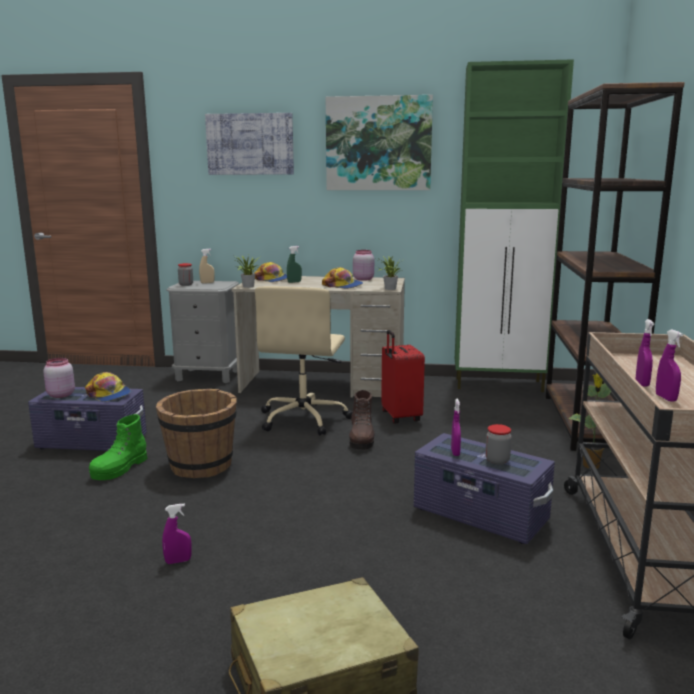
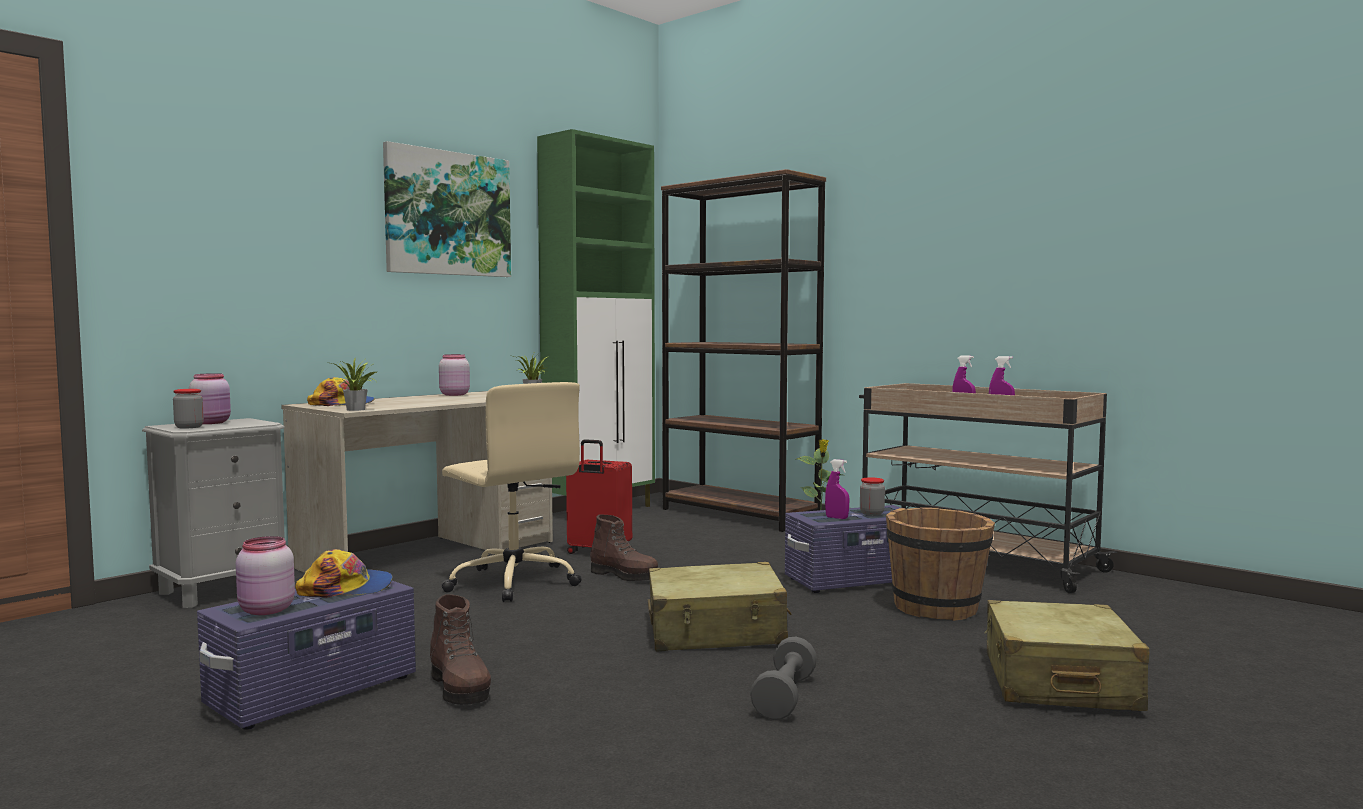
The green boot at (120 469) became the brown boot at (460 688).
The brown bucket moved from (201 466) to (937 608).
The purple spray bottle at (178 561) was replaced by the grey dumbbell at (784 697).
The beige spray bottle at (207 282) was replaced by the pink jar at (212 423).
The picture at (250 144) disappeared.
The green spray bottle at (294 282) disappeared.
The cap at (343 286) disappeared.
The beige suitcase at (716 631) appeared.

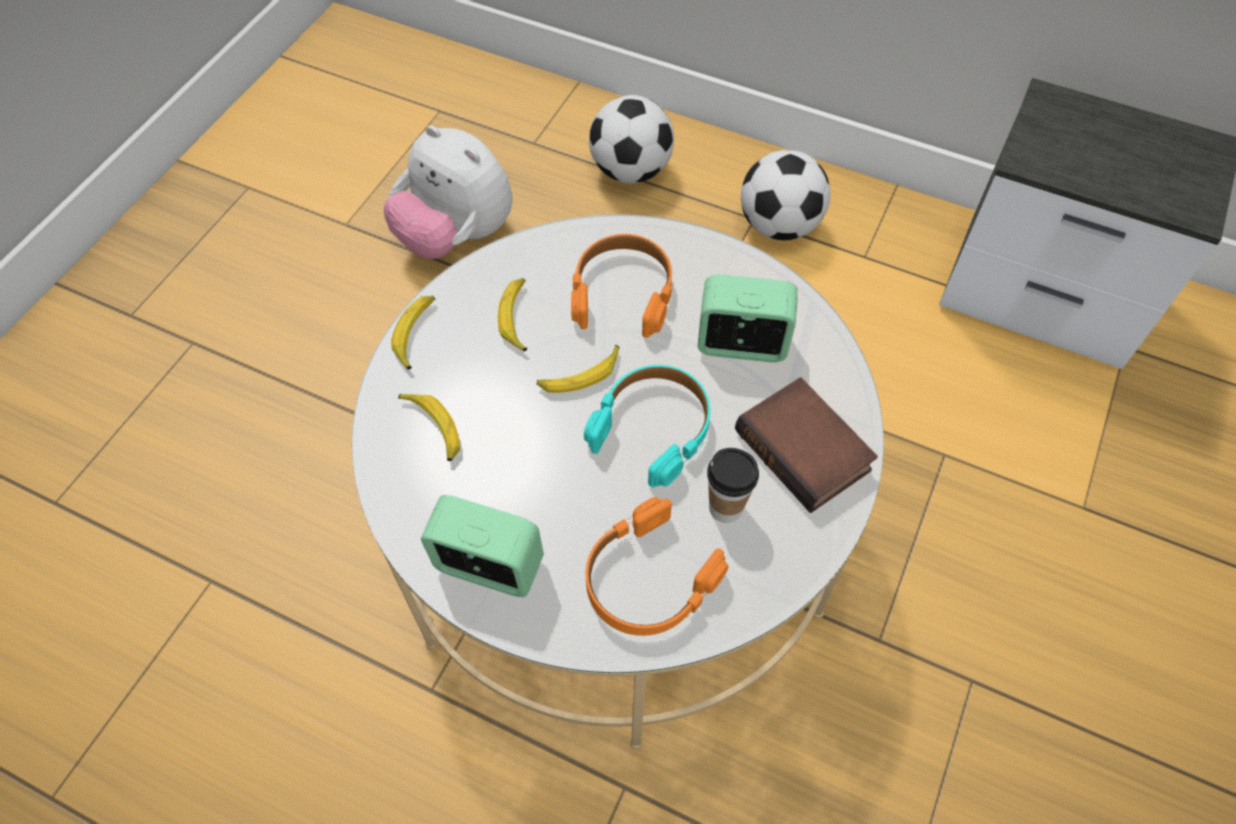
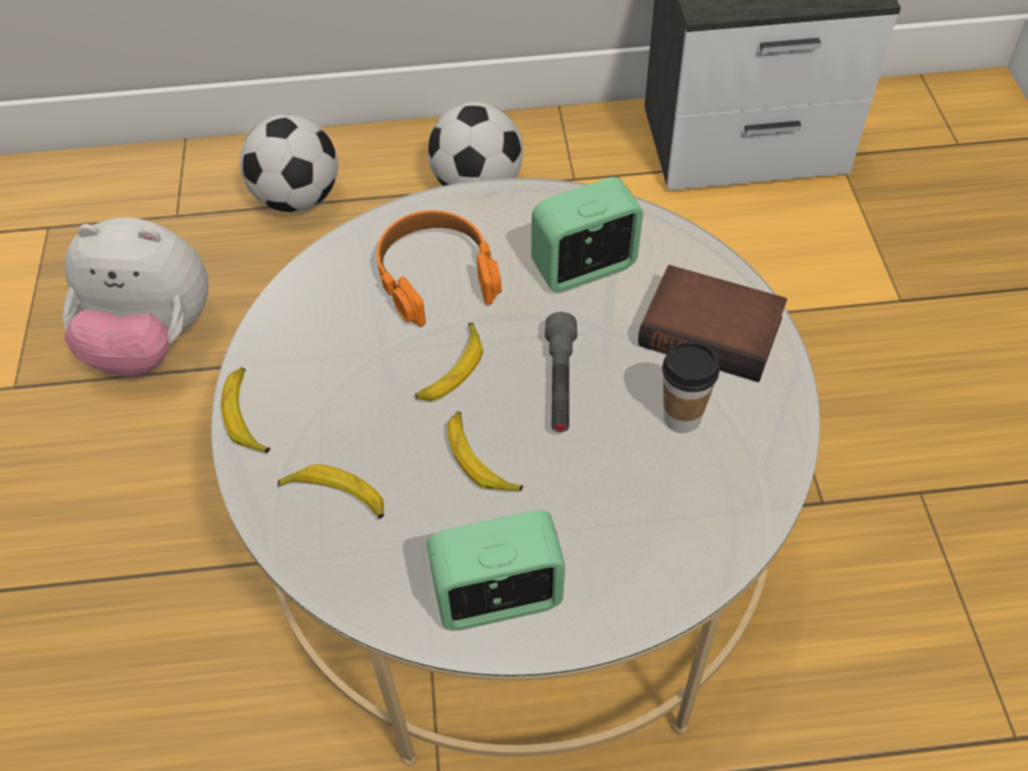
The banana moved from (517 318) to (480 459).
The turquoise headphones at (653 428) was replaced by the grey flashlight at (560 383).
The orange headphones at (648 579) disappeared.

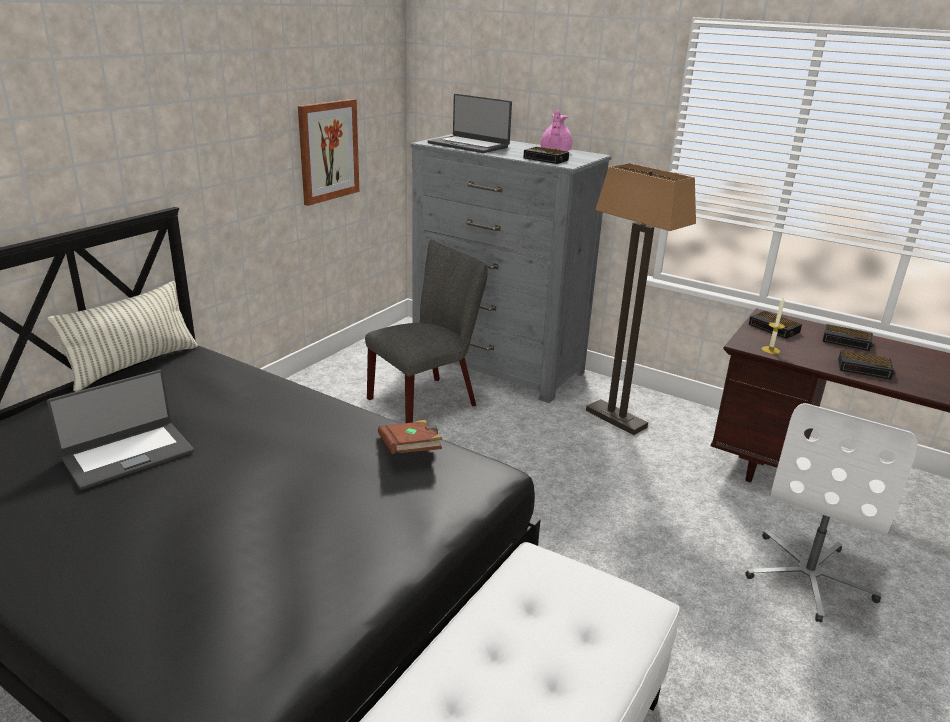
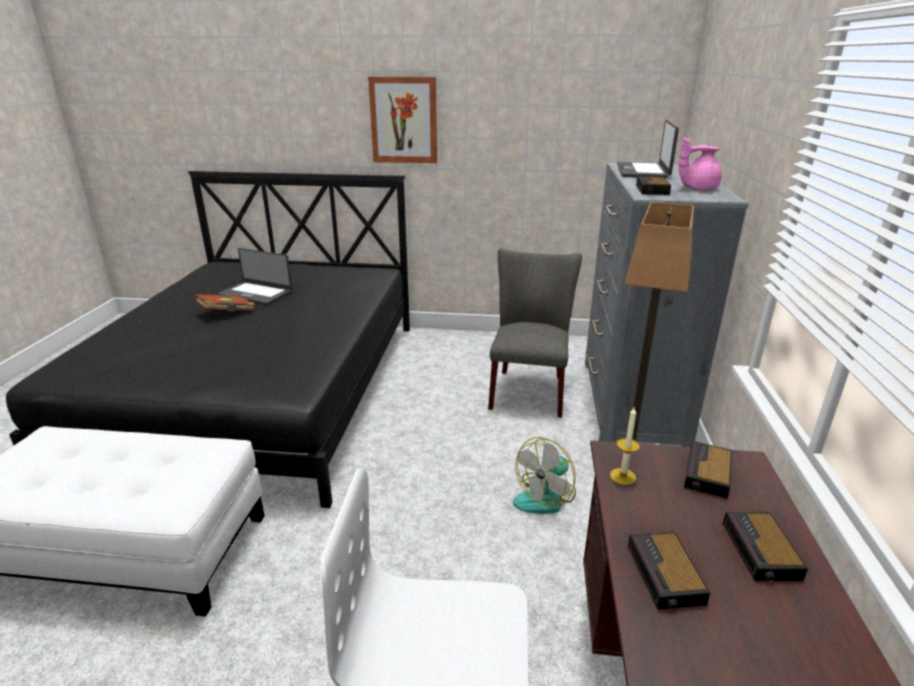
The pillow at (134 365) disappeared.
The picture moved from (328 151) to (404 120).
The grey chair at (428 400) turned 105 degrees counterclockwise.
The brown book moved from (410 450) to (227 312).
The fan at (545 497) appeared.

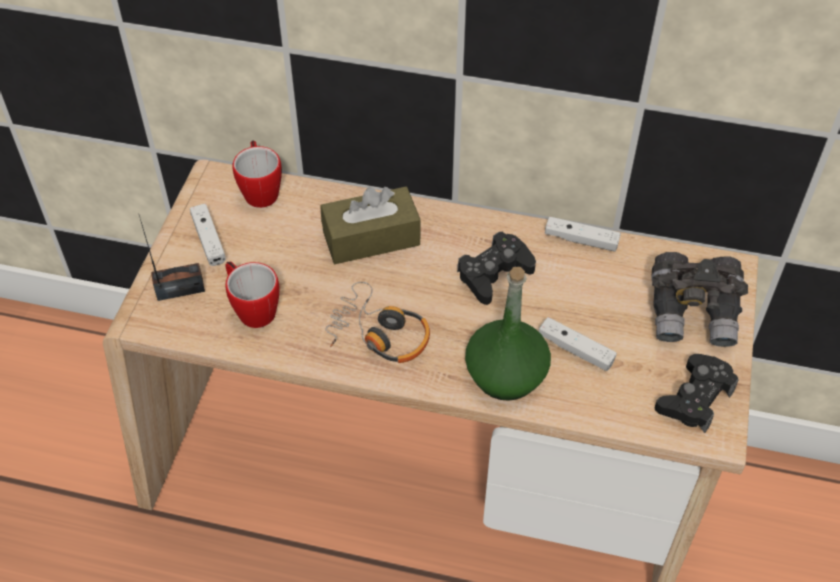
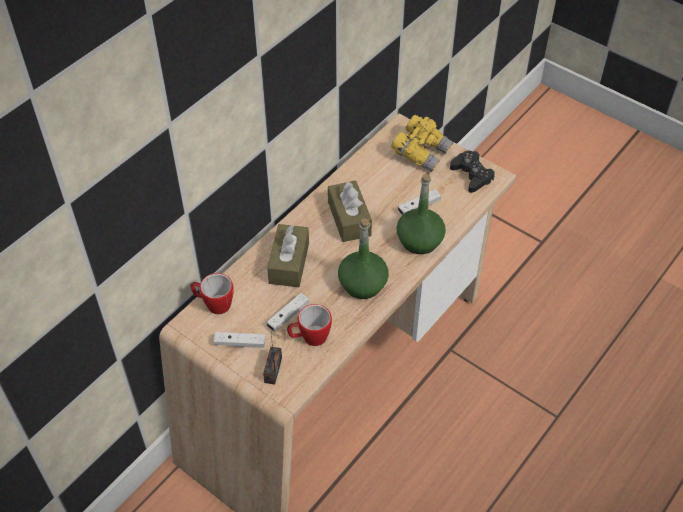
The headphones at (379 334) was replaced by the green bottle at (363 284).
The black game controller at (494 273) was replaced by the brown tissue box at (349 219).
The white game controller moved from (581 240) to (288 316).
The grey binoculars at (693 313) became the yellow binoculars at (421 152).

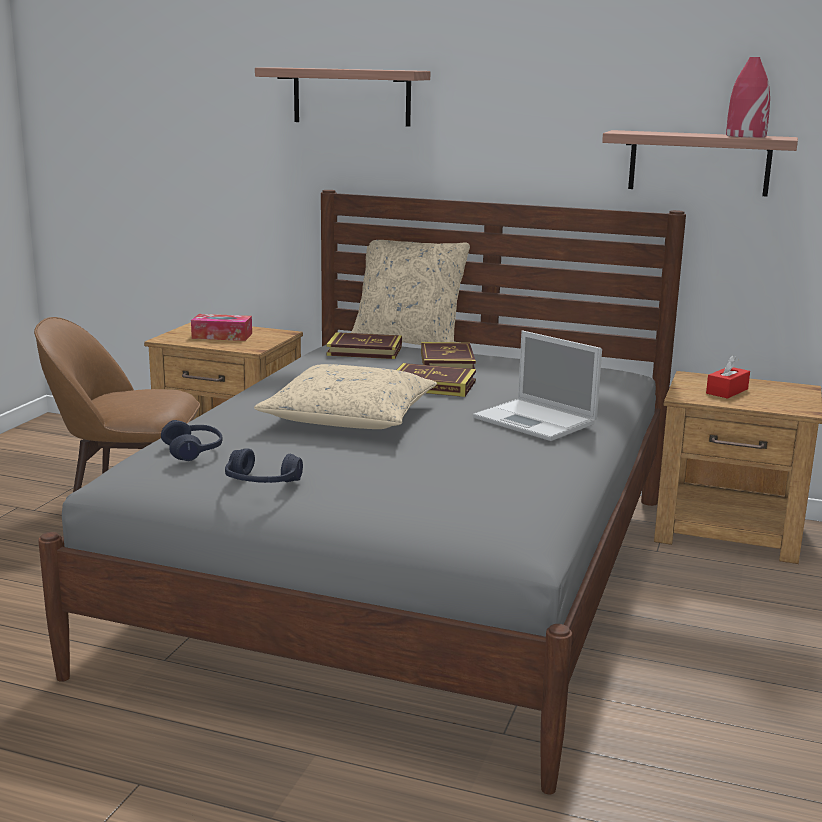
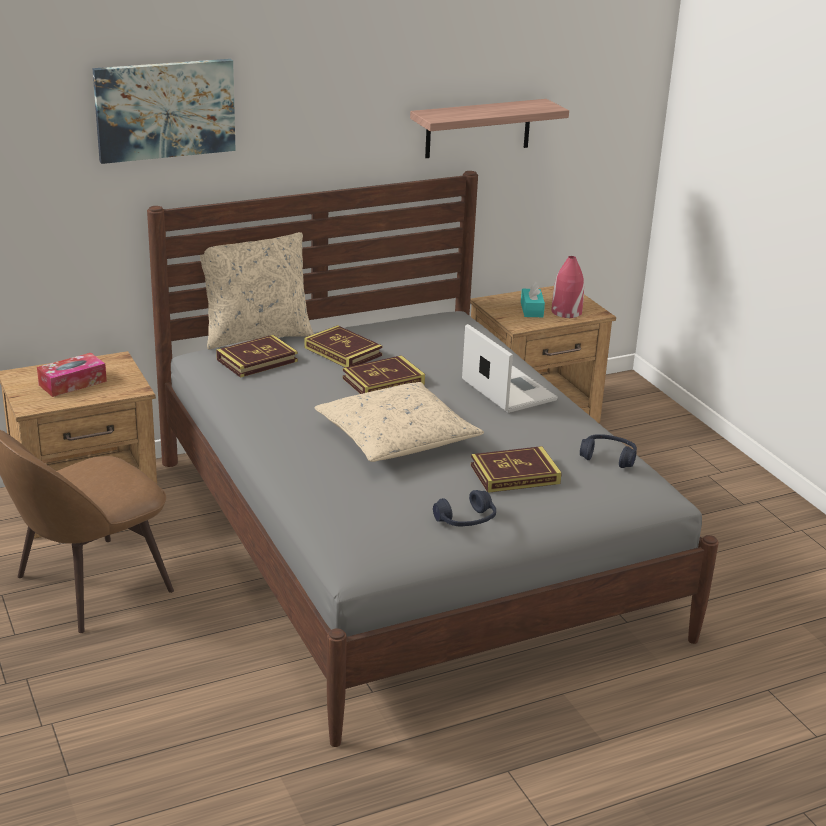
The blue headphones moved from (193 451) to (608 457).
The shelf at (351 96) was replaced by the picture at (165 109).
The laptop at (536 421) turned 120 degrees counterclockwise.
The red tissue box at (727 391) became the turquoise tissue box at (531 310).
The red vase moved from (745 136) to (566 312).
The book at (515 474) appeared.

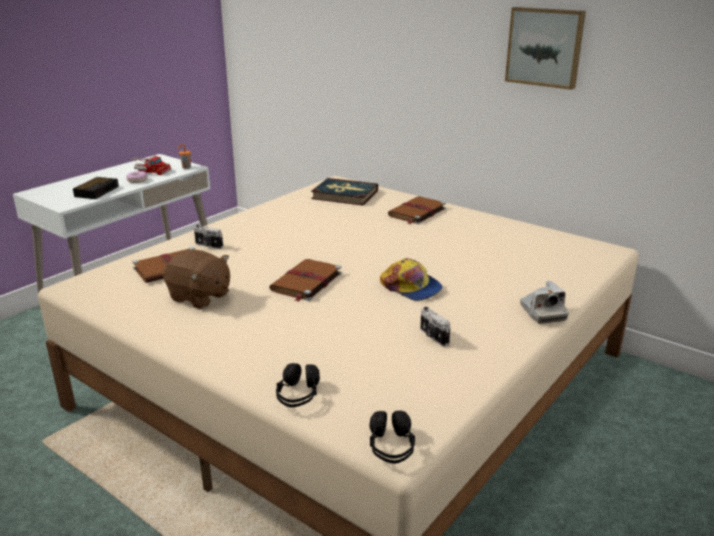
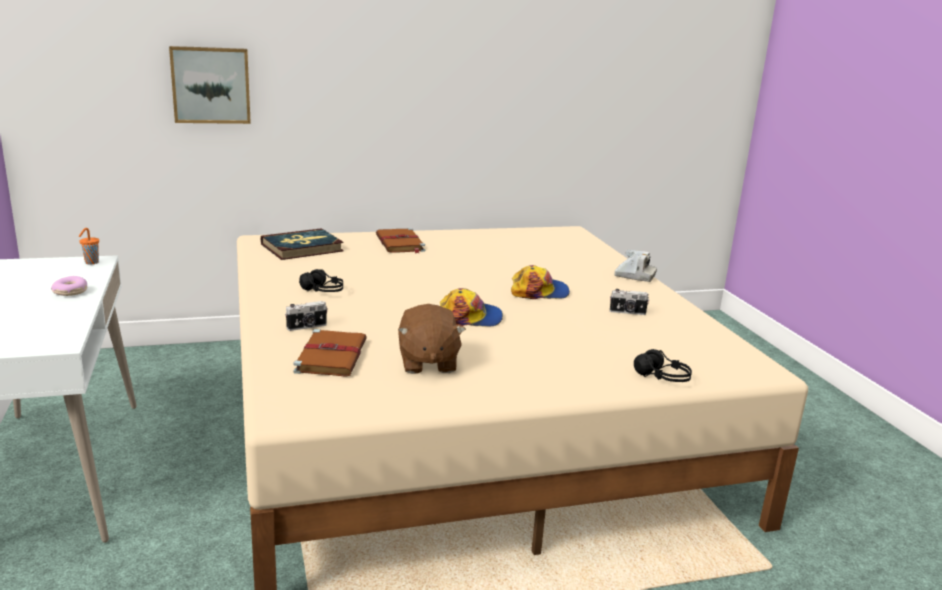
The alarm clock at (97 191) disappeared.
The toy truck at (150 171) disappeared.
The brown plush toy at (200 297) turned 105 degrees clockwise.
The brown book at (306 282) was replaced by the cap at (469 318).
The black headphones moved from (391 447) to (323 291).
The picture moved from (545 47) to (211 85).

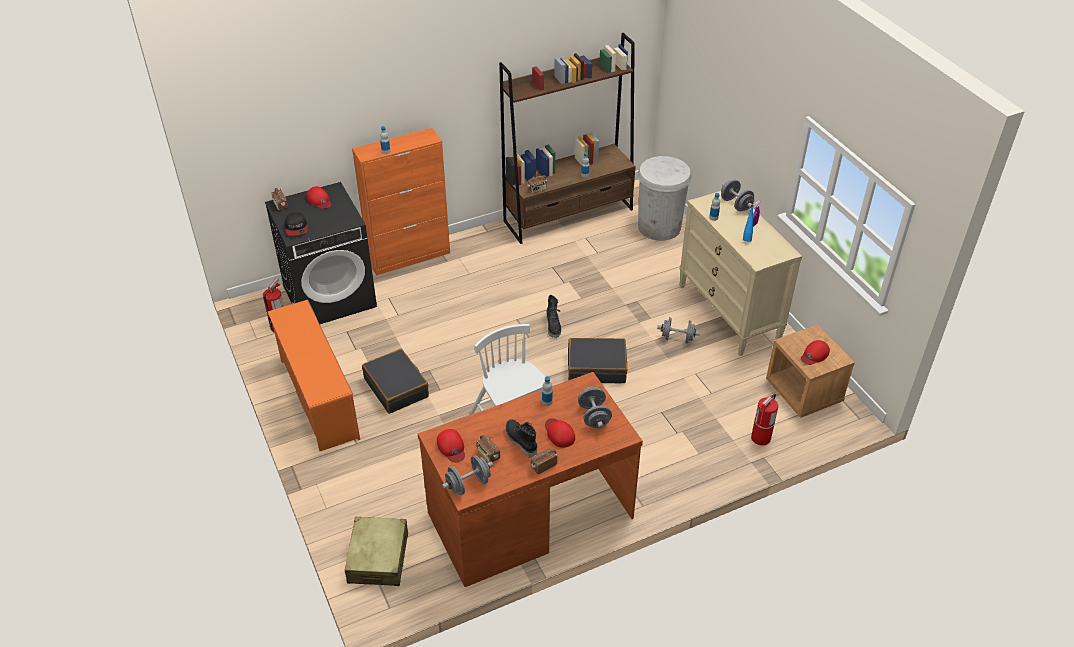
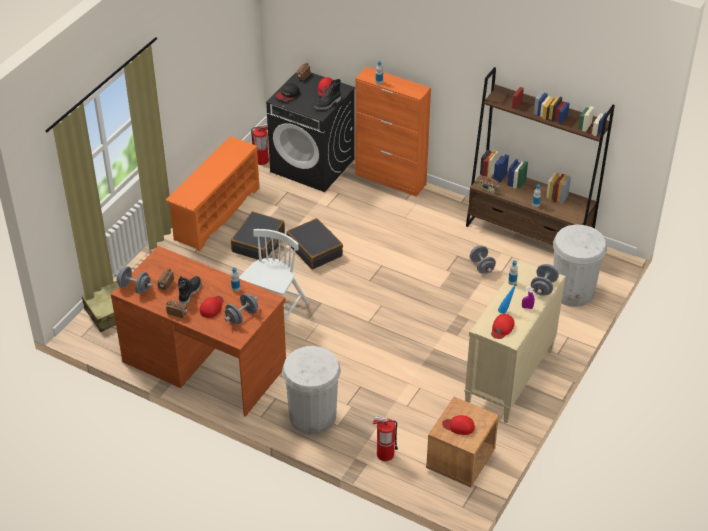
The red cap moved from (451 447) to (502 328).
The black boot moved from (553 326) to (328 104).
The black suitcase moved from (596 367) to (315 250).
The grey dumbbell moved from (677 338) to (482 266).
The white trash can at (312 416) appeared.

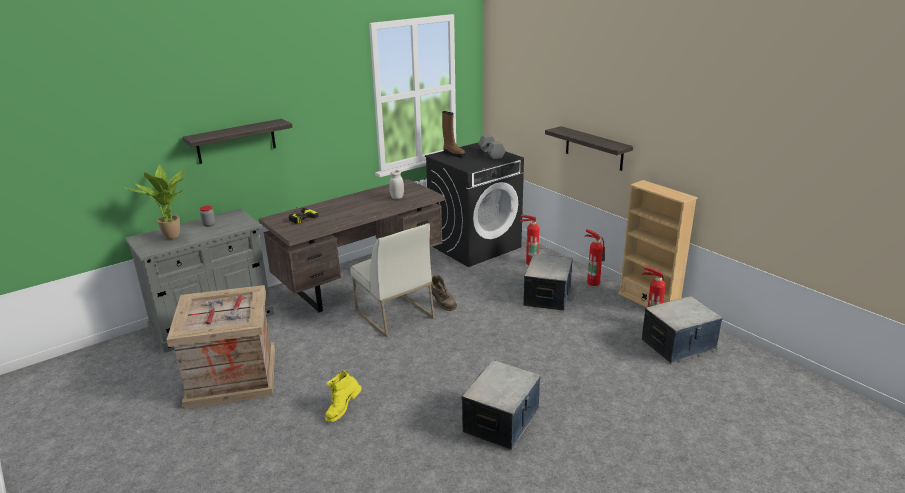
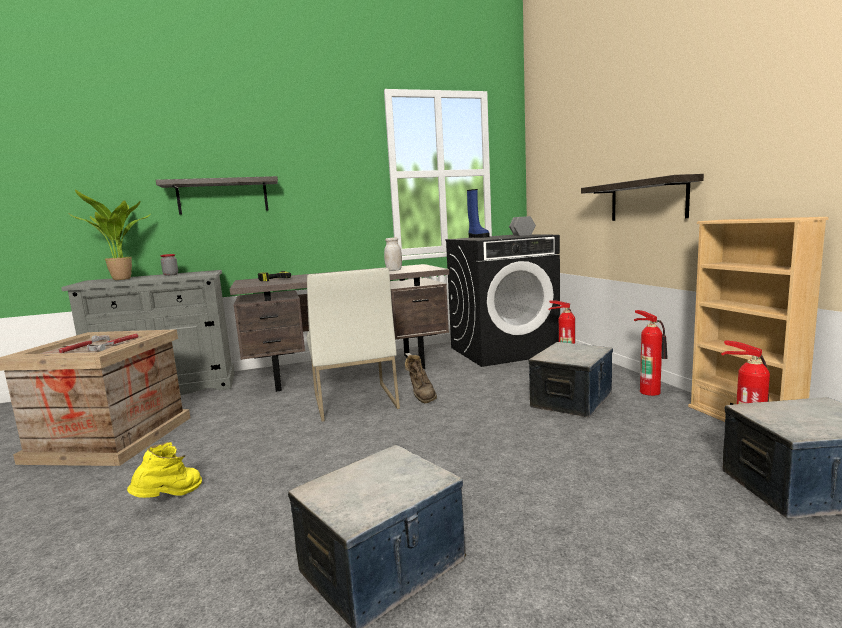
The yellow boot at (343 410) turned 150 degrees clockwise.
The brown boot at (453 153) became the blue boot at (477 237).

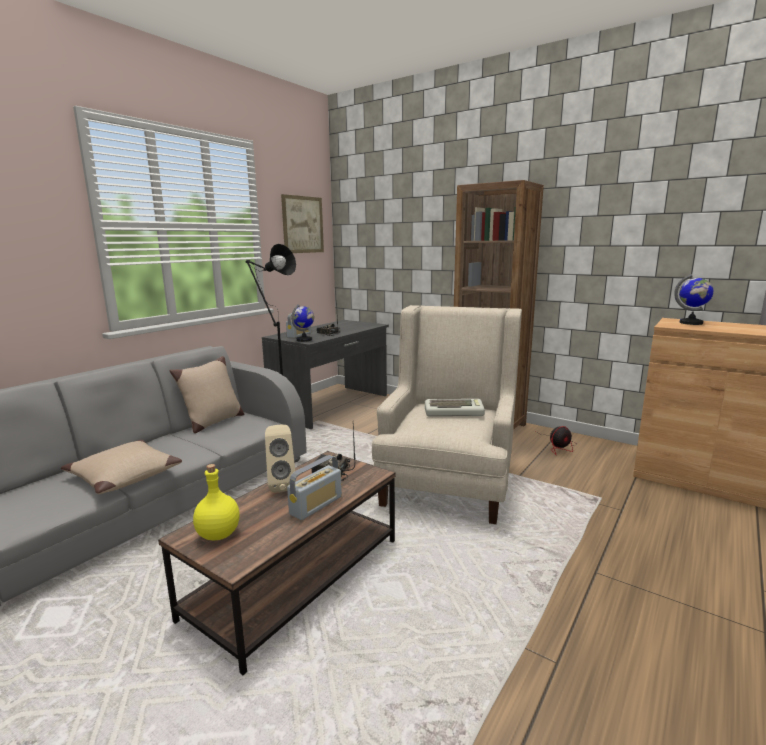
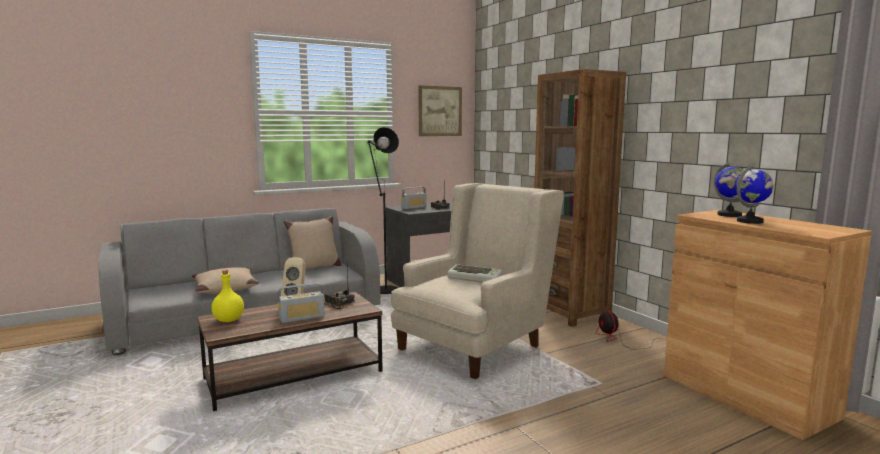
The globe moved from (304 340) to (750 221).
The fan at (559 447) turned 75 degrees clockwise.

